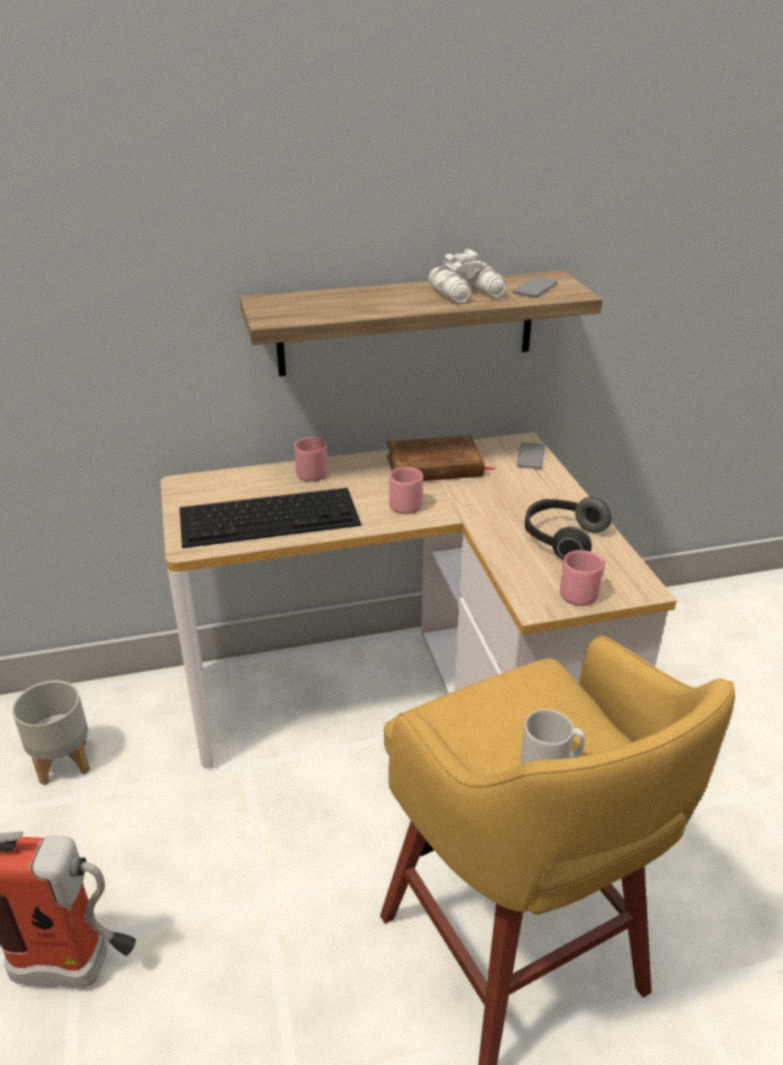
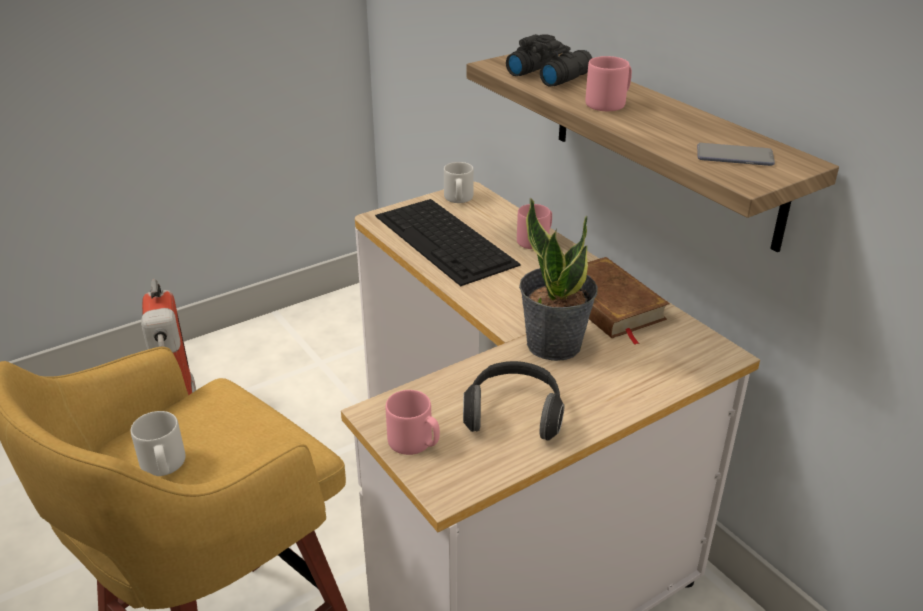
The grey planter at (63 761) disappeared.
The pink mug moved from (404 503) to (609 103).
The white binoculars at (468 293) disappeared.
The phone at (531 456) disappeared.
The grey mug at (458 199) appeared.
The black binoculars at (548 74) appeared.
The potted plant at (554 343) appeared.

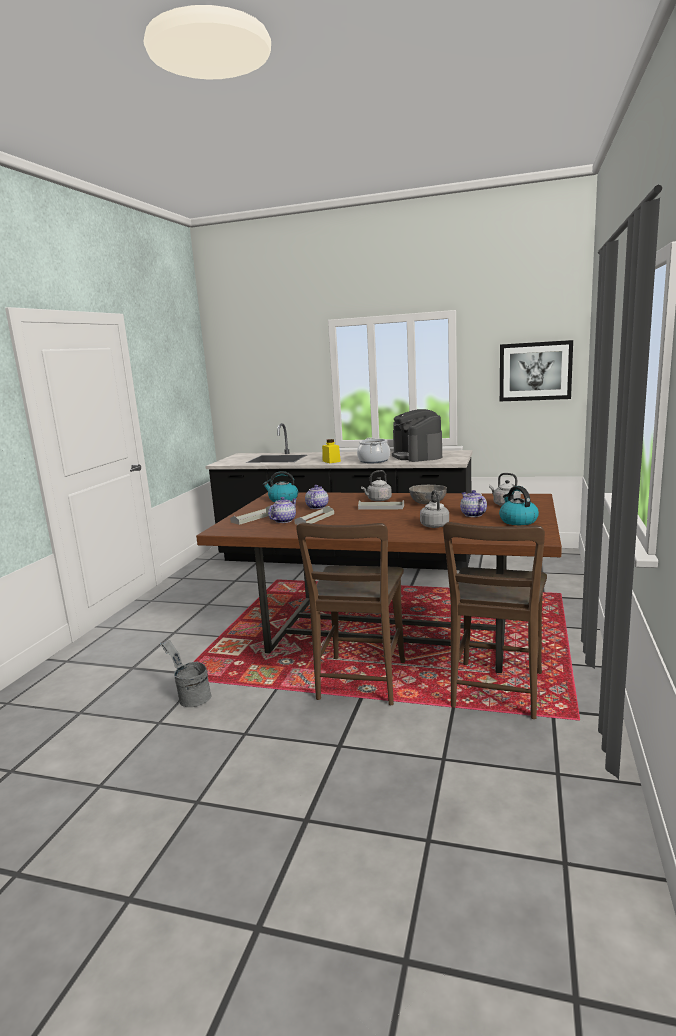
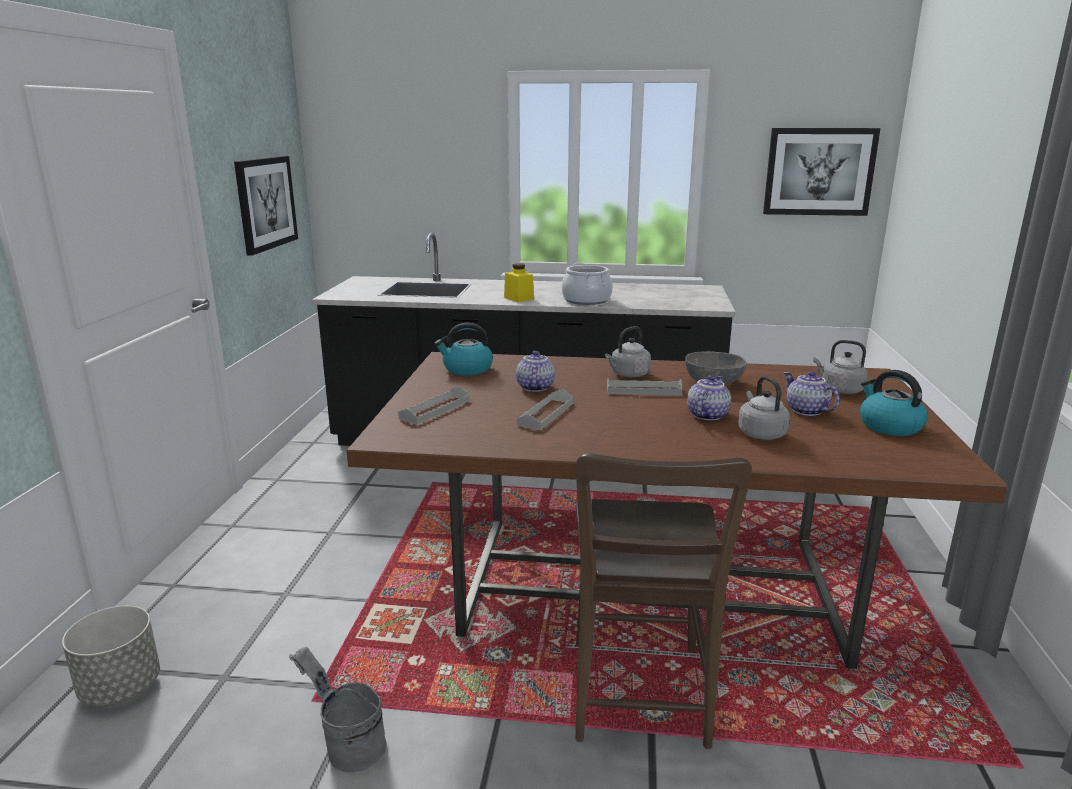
The teapot moved from (283 520) to (706 415).
The coffee machine at (417 456) disappeared.
The brown chair at (496 693) disappeared.
The grey planter at (121 687) appeared.
The picture at (266 203) appeared.

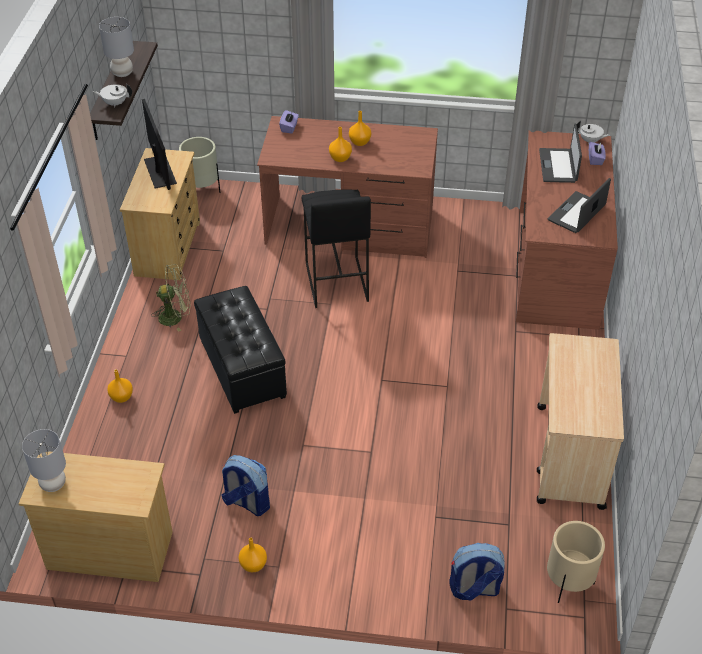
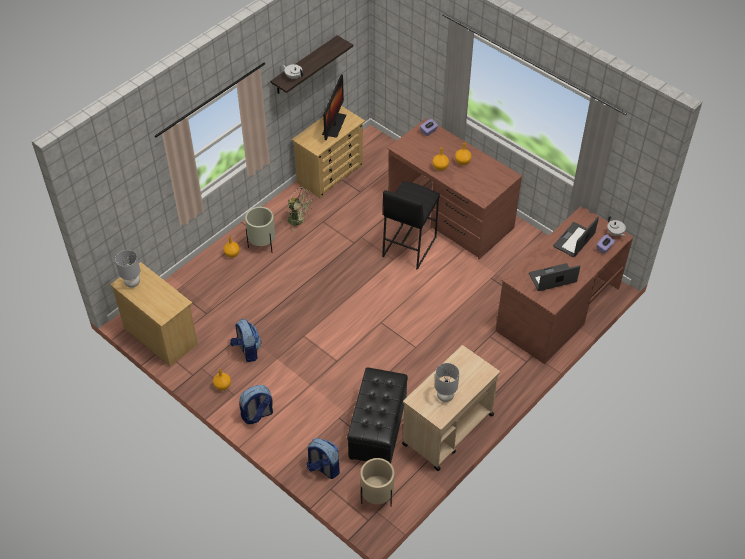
The grey table lamp moved from (122 73) to (445 397).
The beige planter moved from (202 190) to (262 244).
The black ottoman moved from (241 369) to (377 429).
The backpack at (257 415) appeared.

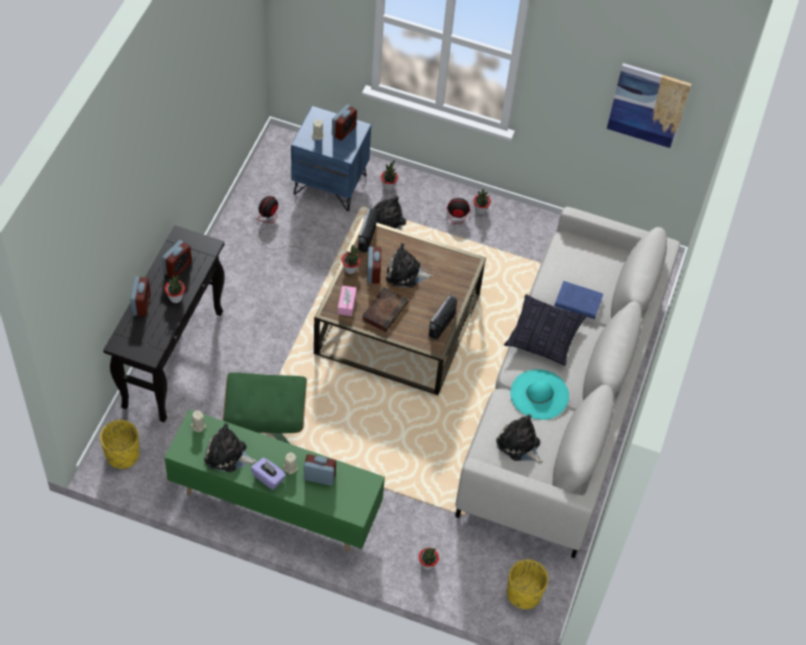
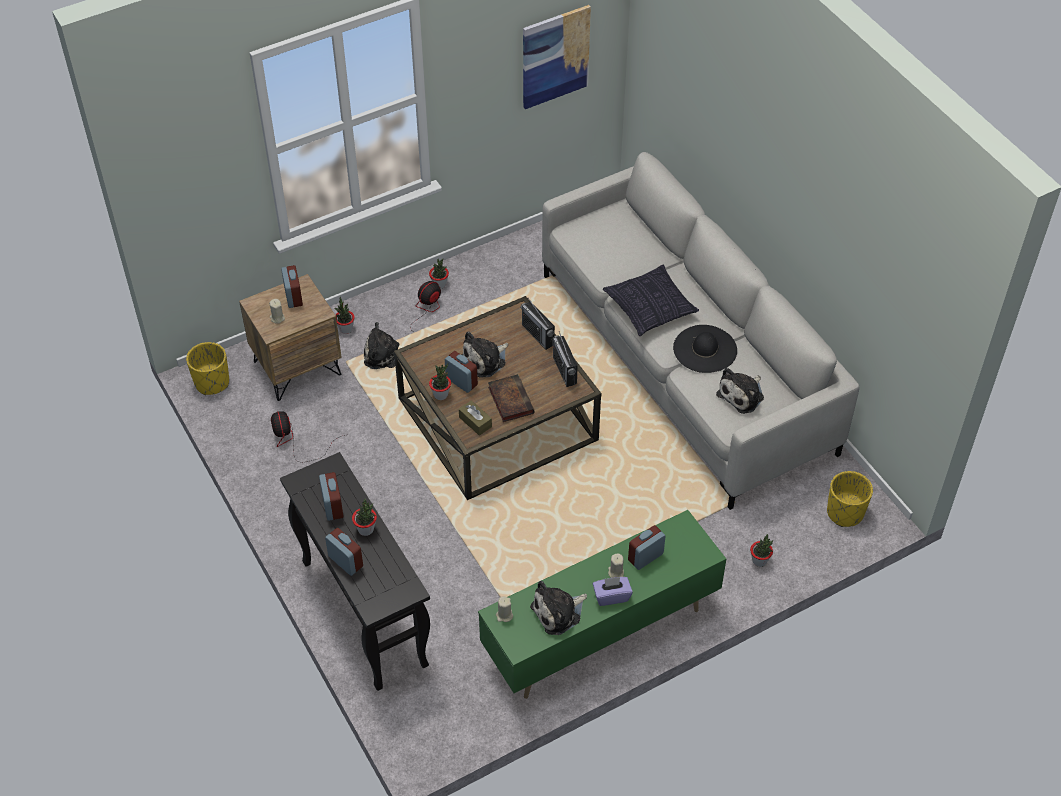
The yellow planter moved from (122 455) to (212 383).
The green ottoman at (266 425) disappeared.
The blue nightstand at (330 184) became the brown nightstand at (297 367).
The pink tissue box at (346 304) became the brown tissue box at (475 422).
The radio moved from (367 238) to (538 335).
The plush toy at (519 445) turned 45 degrees counterclockwise.
The turquoise hat at (539 394) became the black hat at (705 349).
The blue book at (577 301) disappeared.

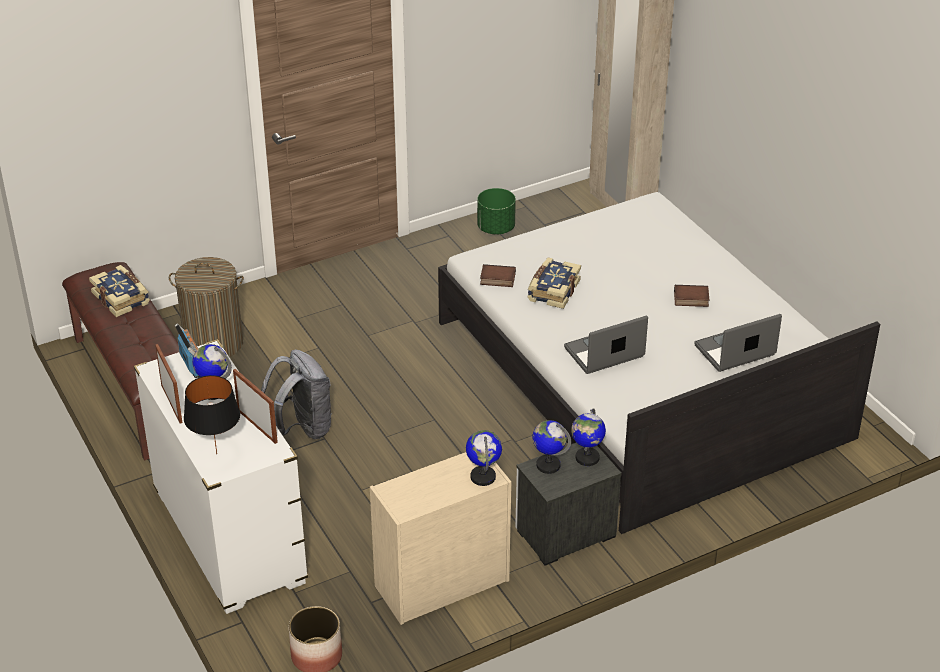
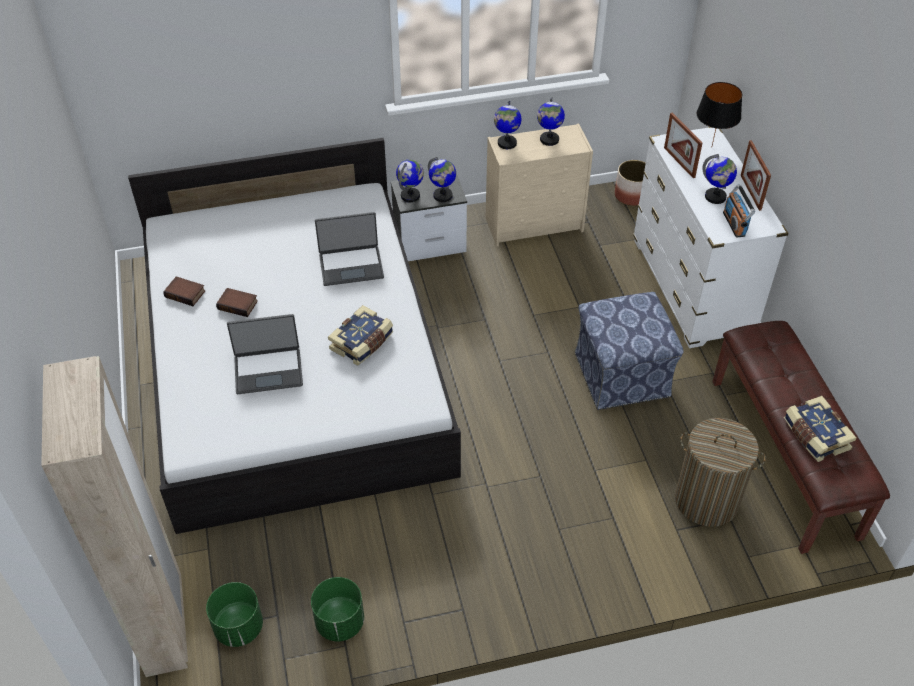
The grey backpack at (302 428) was replaced by the ottoman at (622 375).
The book moved from (497 279) to (186 293).
The laptop moved from (735 351) to (268 370).
The green planter at (238 627) appeared.
The globe at (549 139) appeared.

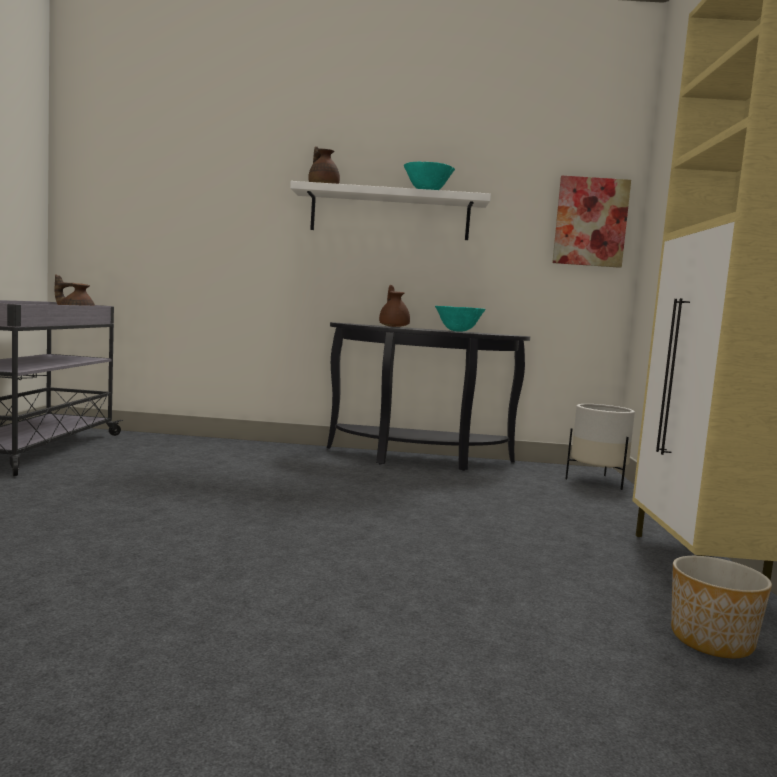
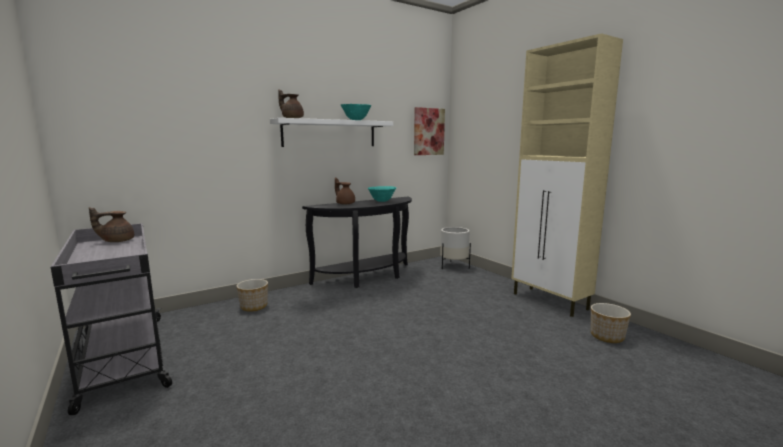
The planter at (253 307) appeared.

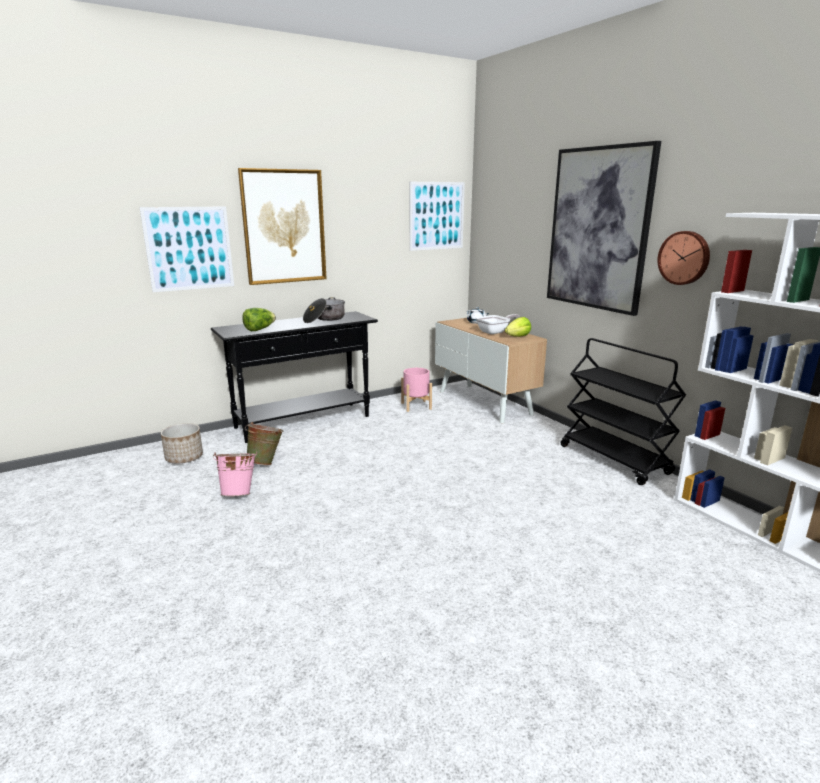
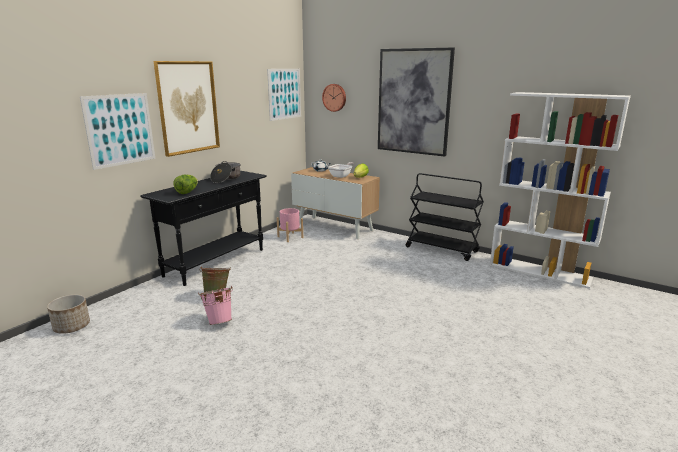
The planter moved from (184 457) to (72 326).
The wall clock moved from (684 258) to (334 97).

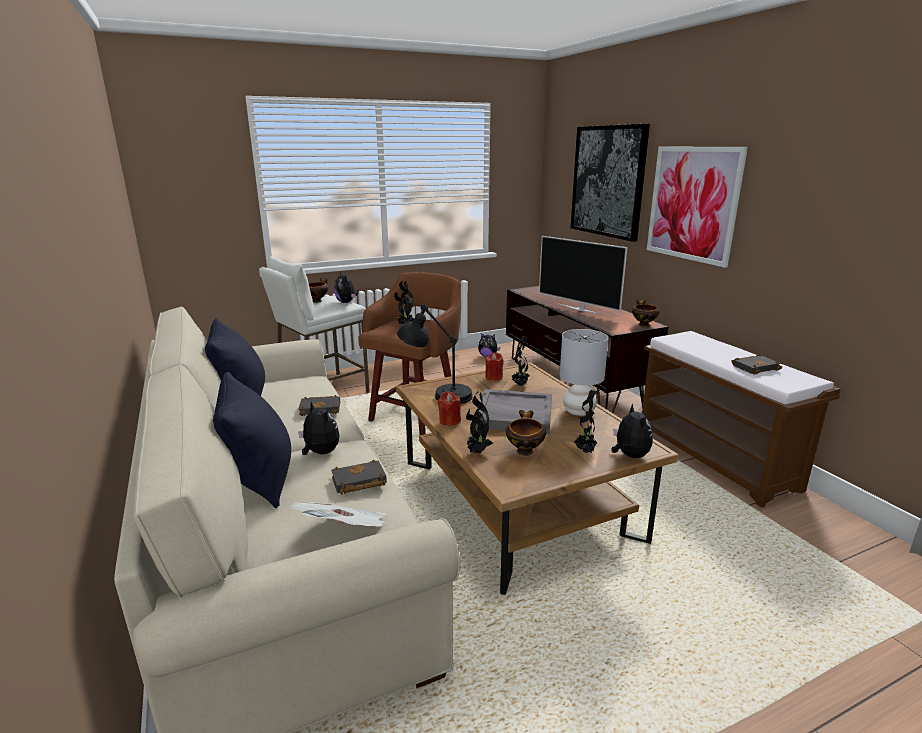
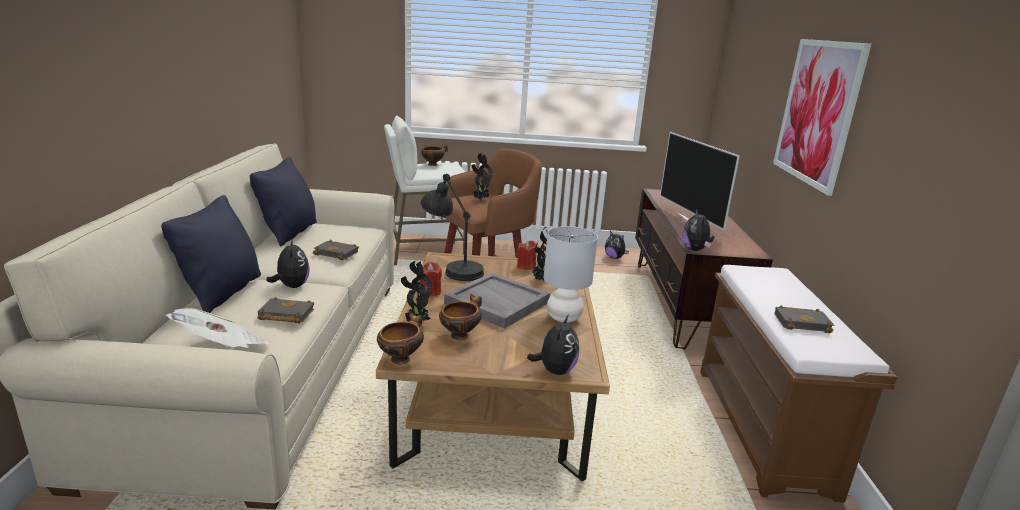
The plush toy moved from (346 302) to (695 250).
The picture at (608 181) disappeared.
The potted plant at (585 451) disappeared.
The bowl moved from (643 324) to (401 358).

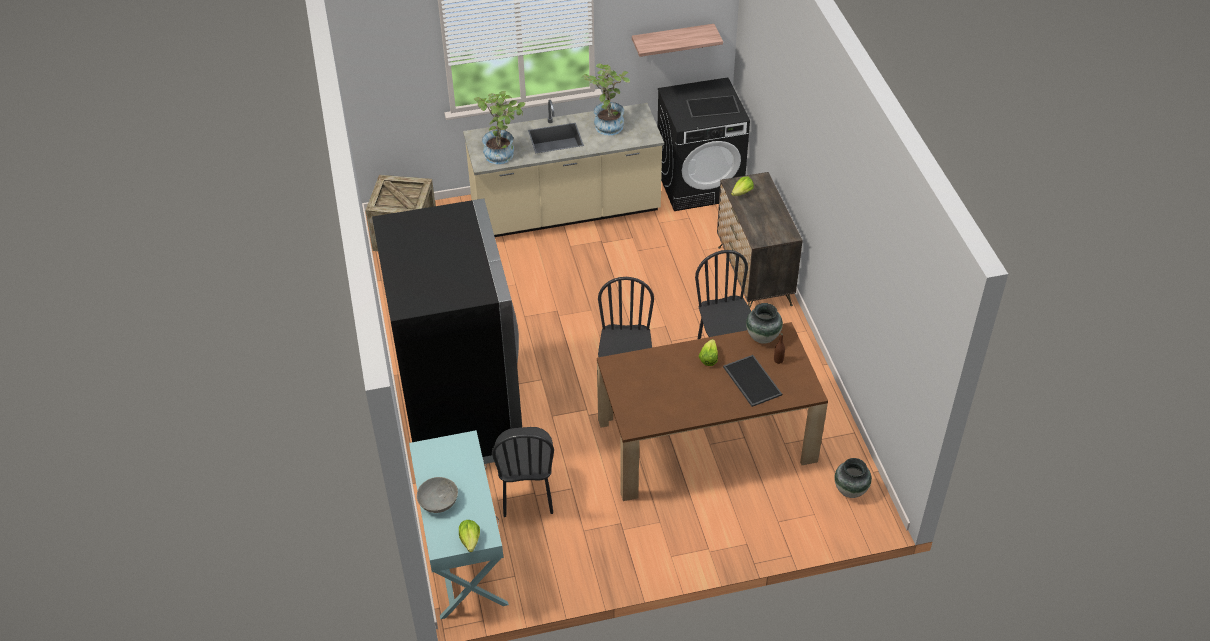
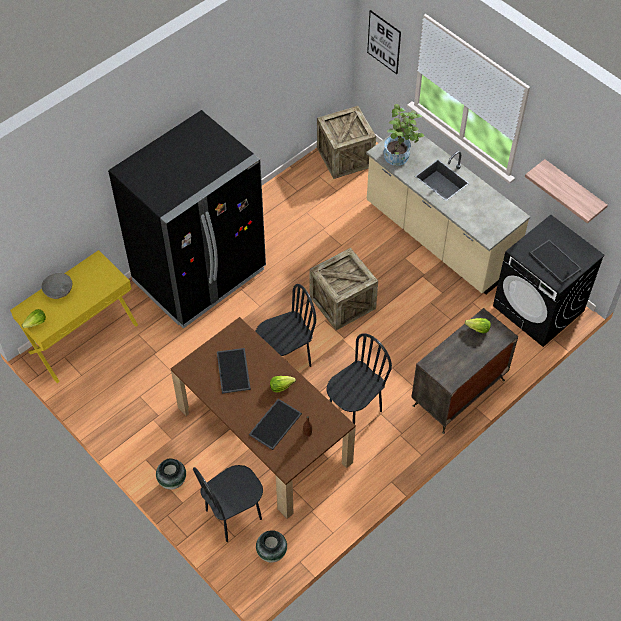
The turquoise console table at (462 554) became the yellow console table at (83 338).
The black chair moved from (527 495) to (234 515).
The potted plant at (607 123) disappeared.
The vase moved from (762 337) to (172 481).
The tray at (234 371) appeared.
The crate at (342 302) appeared.
The picture at (384 42) appeared.

